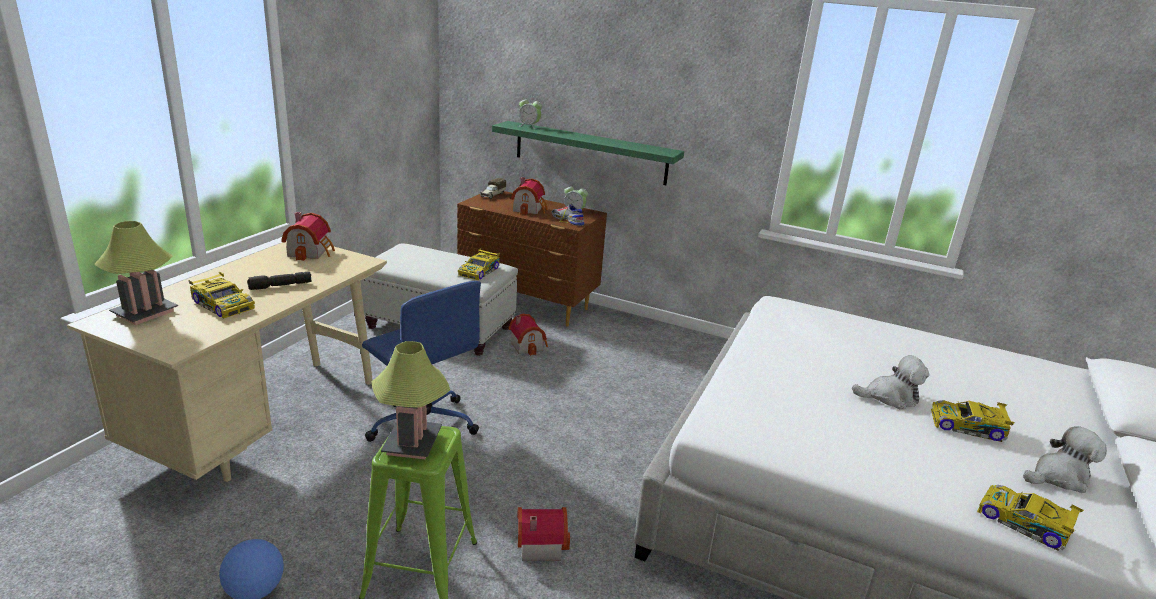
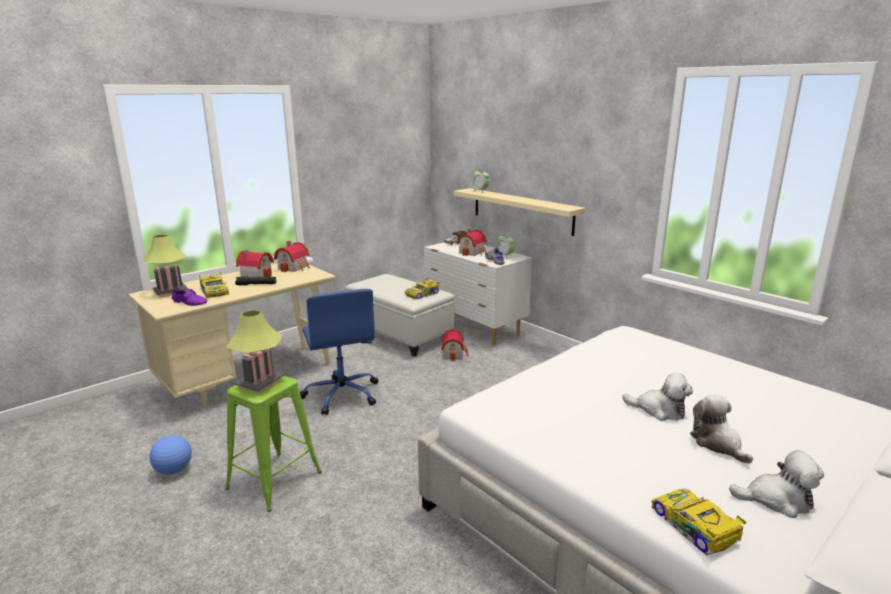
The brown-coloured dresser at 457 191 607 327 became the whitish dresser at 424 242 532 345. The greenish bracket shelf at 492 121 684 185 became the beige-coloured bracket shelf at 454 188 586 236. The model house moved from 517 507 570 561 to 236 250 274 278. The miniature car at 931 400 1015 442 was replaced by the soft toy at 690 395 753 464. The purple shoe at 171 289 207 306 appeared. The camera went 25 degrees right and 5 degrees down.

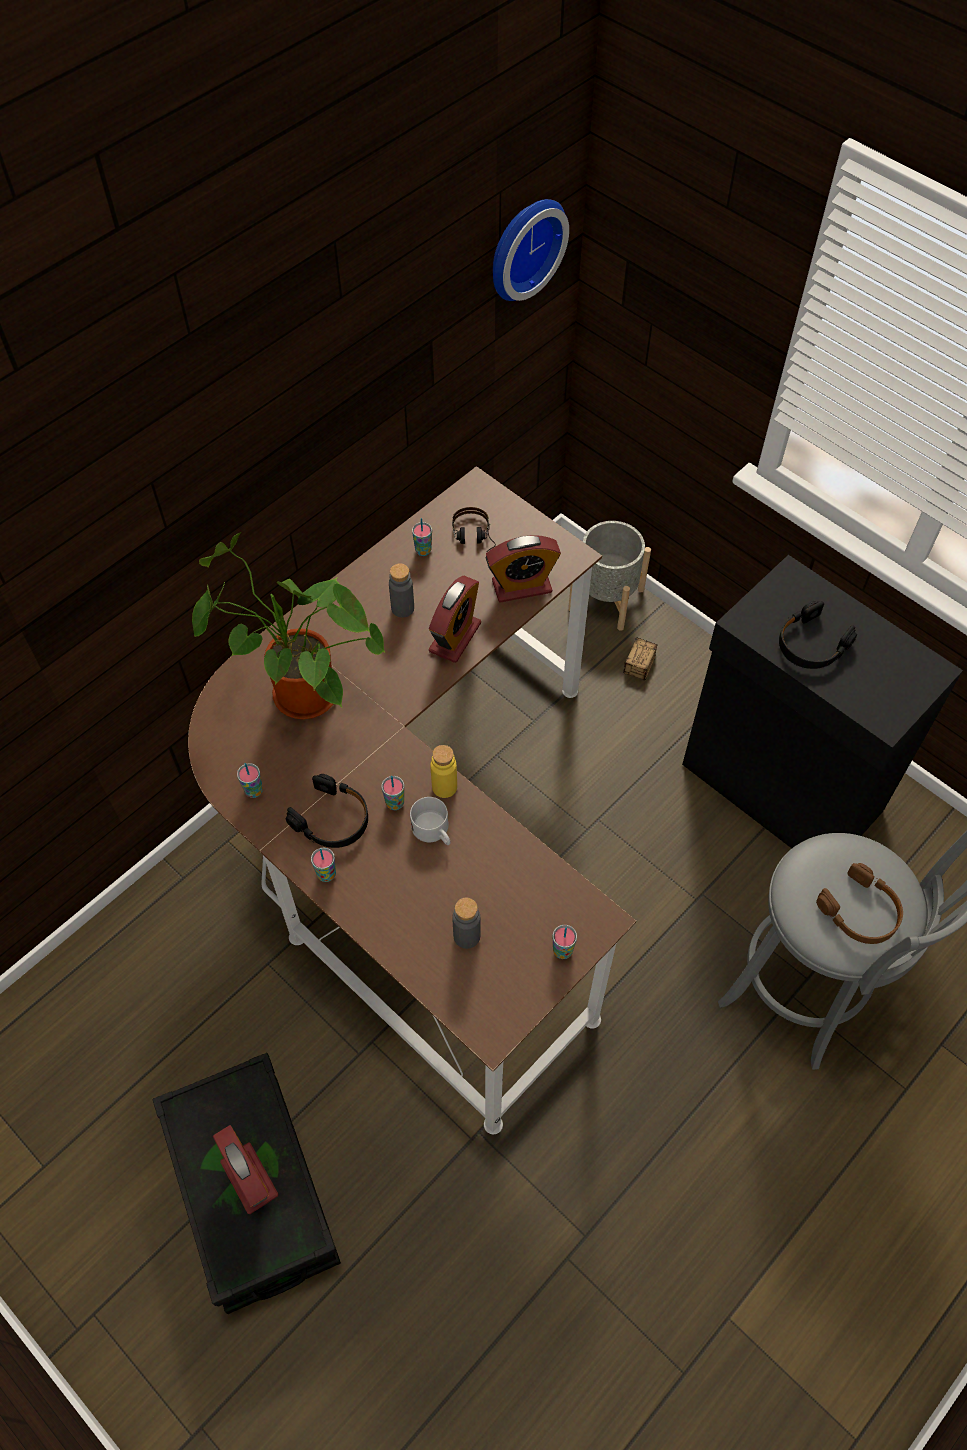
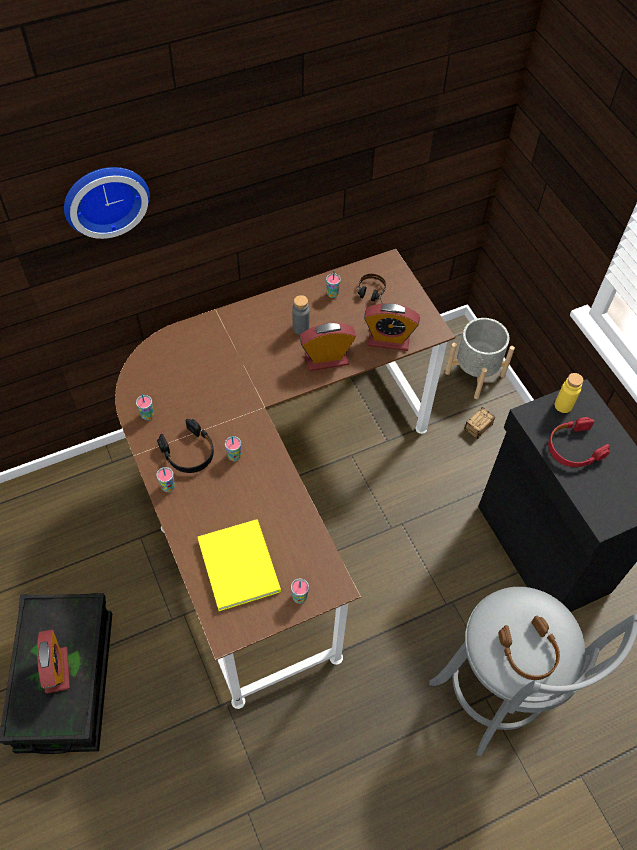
The potted plant at 192 532 385 719 disappeared. The whitish tea mug at 410 797 450 845 disappeared. The table clock at 429 576 481 663 turned 150 degrees counterclockwise. The yellowish bottle moved from 430 745 457 798 to 555 373 583 413. The grey bottle at 452 897 481 949 was replaced by the yellowish book at 198 519 281 611. The hanging clock moved from 493 199 569 301 to 64 167 150 239. The black headphones at 779 601 857 669 became the reddish headphones at 548 417 610 467. The camera went 20 degrees right and 0 degrees up.

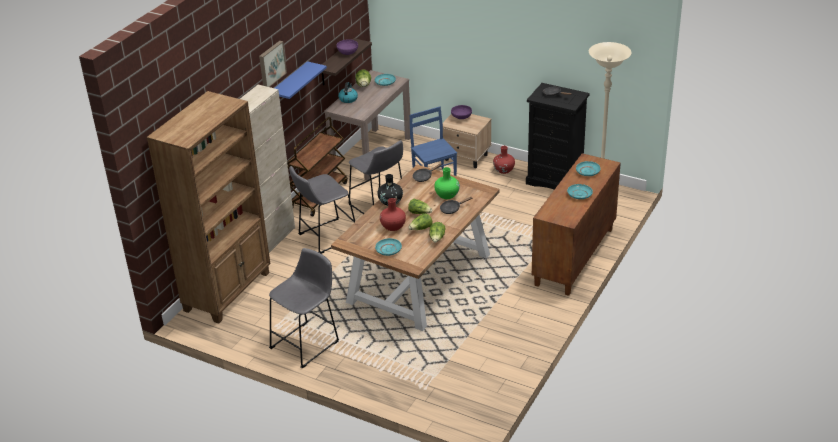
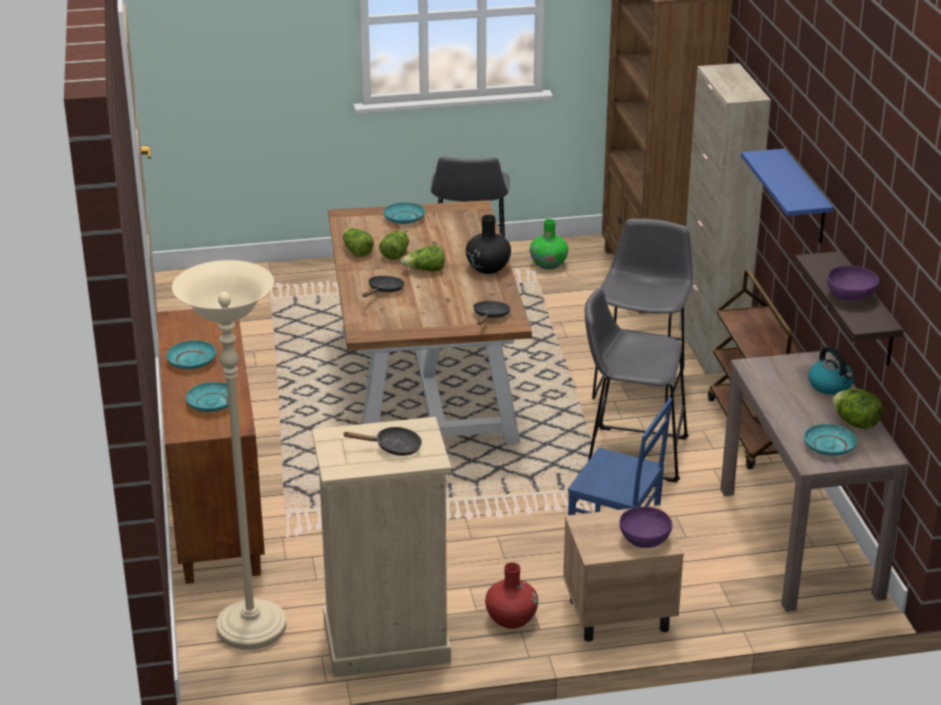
The wall art at 259 41 287 87 disappeared. The reddish vase at 380 198 406 231 disappeared. The greenish vase moved from 434 167 460 199 to 530 219 568 269. The black dresser at 526 83 590 190 became the beige-coloured dresser at 312 417 451 678. The camera went 140 degrees right and 5 degrees down.

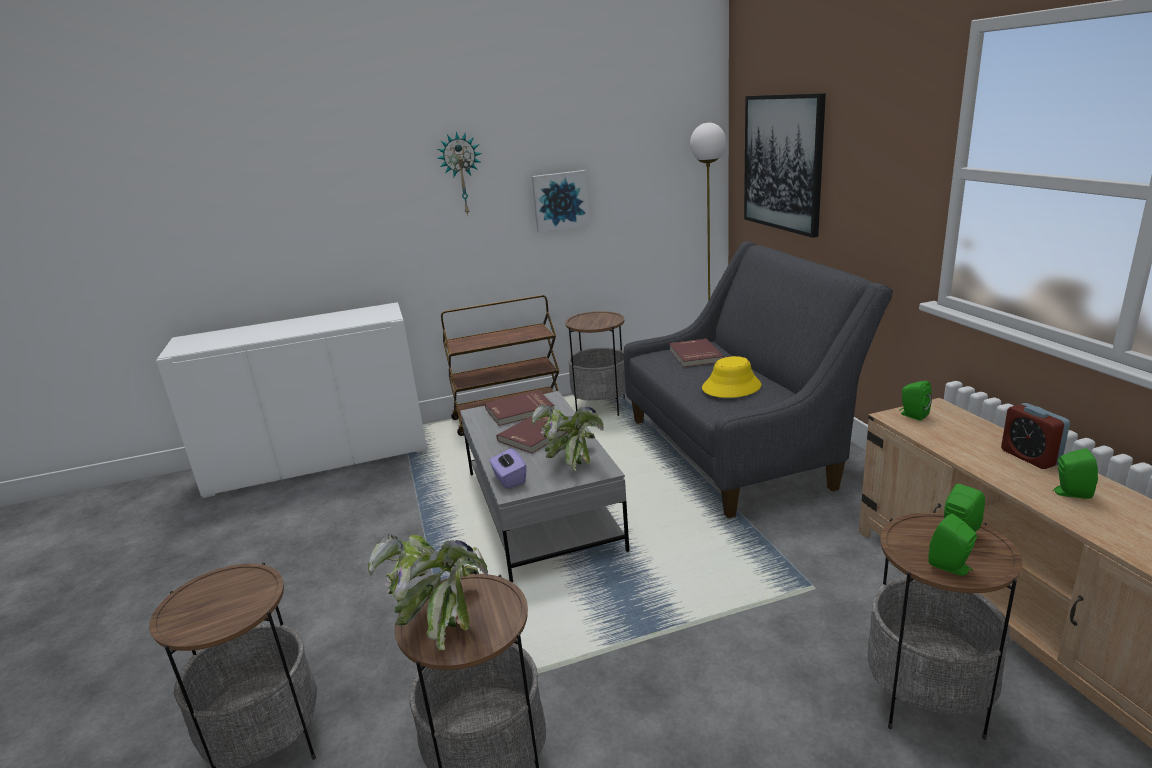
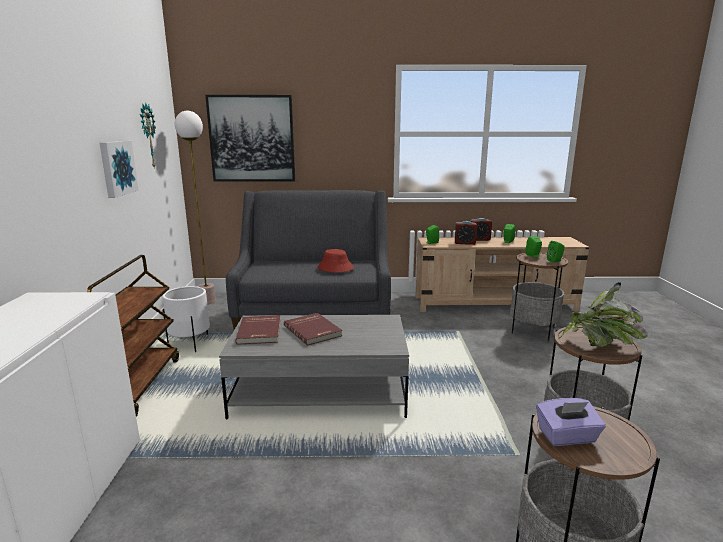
The hanging clock moved from 438 131 482 216 to 140 103 156 169. The purple tissue box moved from 489 448 527 489 to 536 398 606 446. The potted plant at 532 404 604 471 disappeared. The side table at 565 311 626 416 was replaced by the whitish plant pot at 162 286 210 352. The reddish book at 669 339 725 367 disappeared. The yellowish wearable hat at 702 356 761 398 became the reddish wearable hat at 318 249 354 273. The table clock at 455 221 477 245 appeared. The camera went 75 degrees left and 5 degrees down.

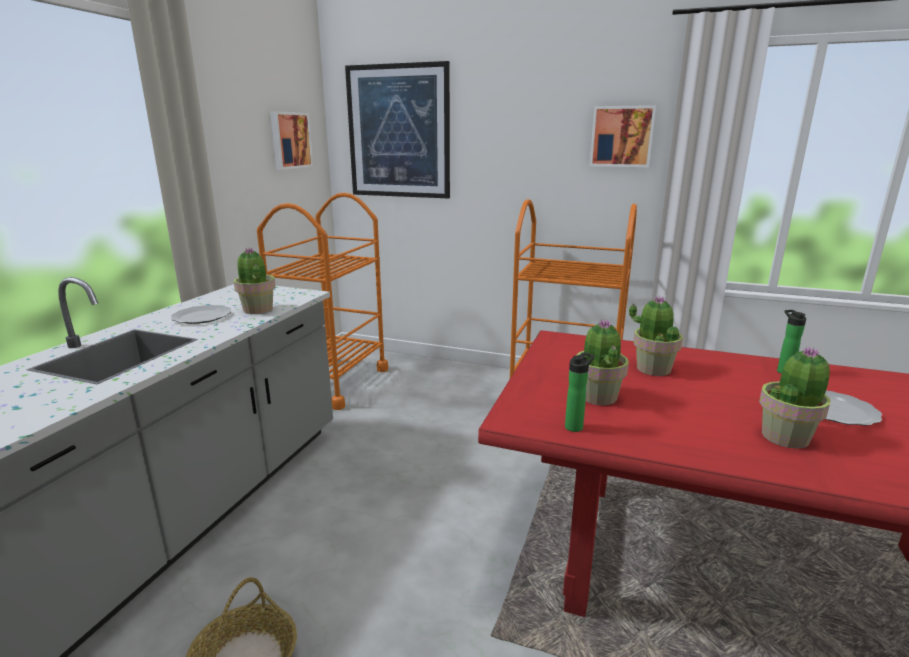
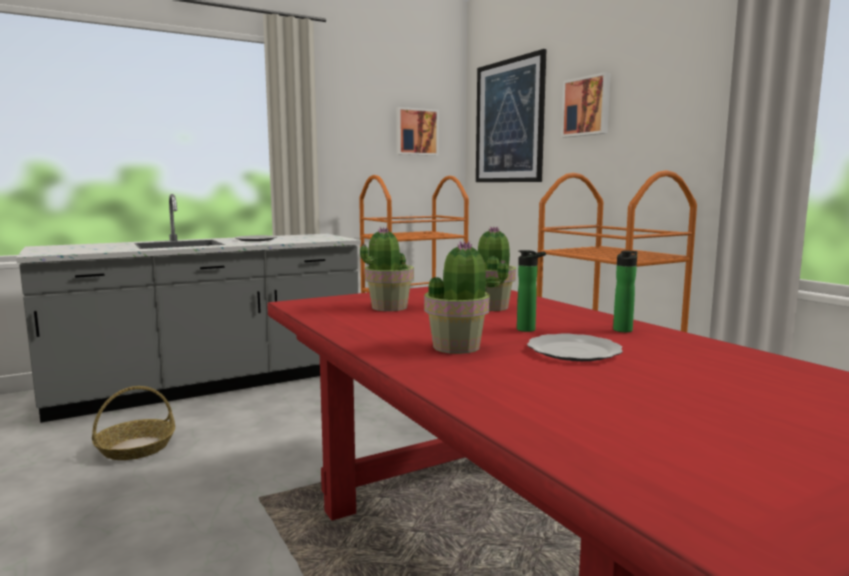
The potted plant at 234 247 276 314 disappeared. The bottle moved from 565 352 594 432 to 517 250 546 332. The wall art moved from 590 105 656 167 to 561 72 611 137. The camera went 40 degrees right and 10 degrees down.

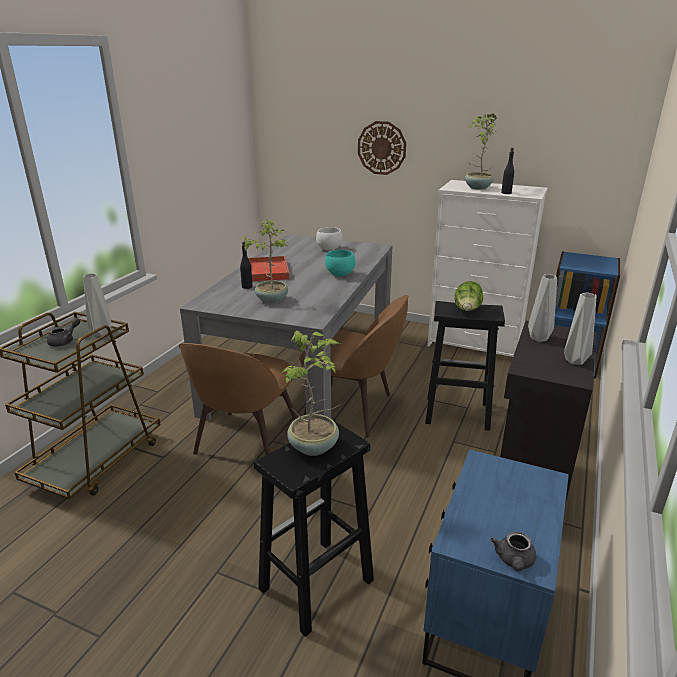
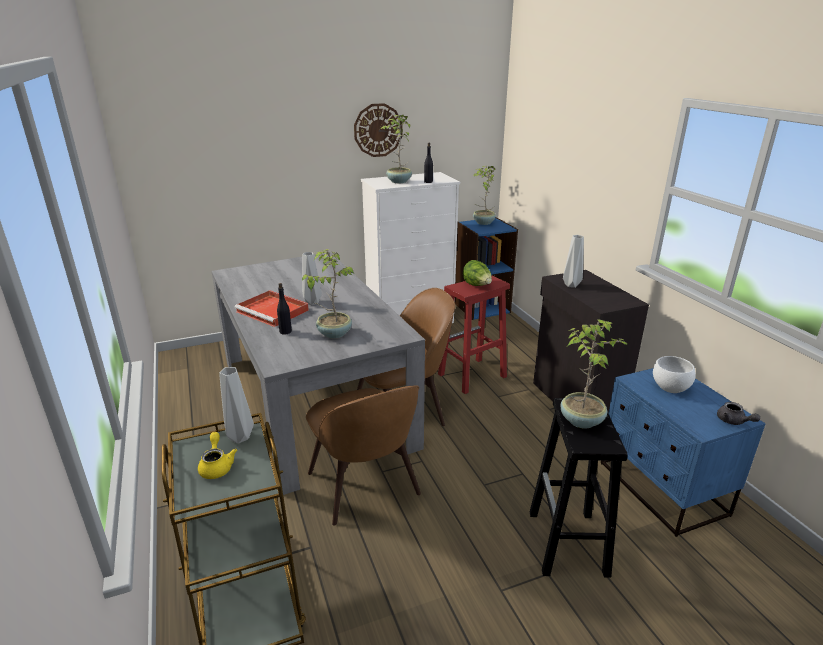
The grey pot for tea at 47 318 80 347 became the yellowish pot for tea at 198 432 237 479. The whitish bowl moved from 316 227 343 251 to 653 356 696 393. The turquoise bowl at 325 250 356 277 disappeared. The hanging clock moved from 358 121 406 175 to 354 103 403 157. The black sitting stool at 425 301 505 431 became the reddish sitting stool at 438 275 510 394. The grey vase moved from 564 292 596 365 to 302 252 322 305. The potted plant at 473 166 496 225 appeared. The camera went 45 degrees left and 0 degrees up.

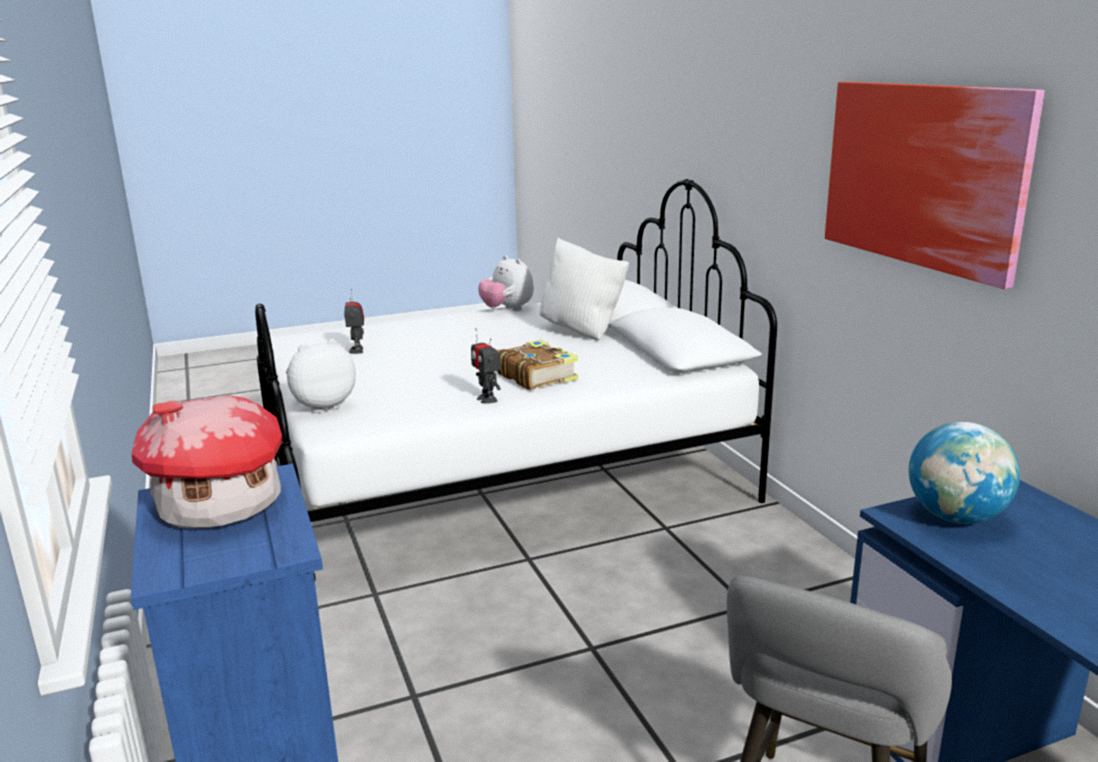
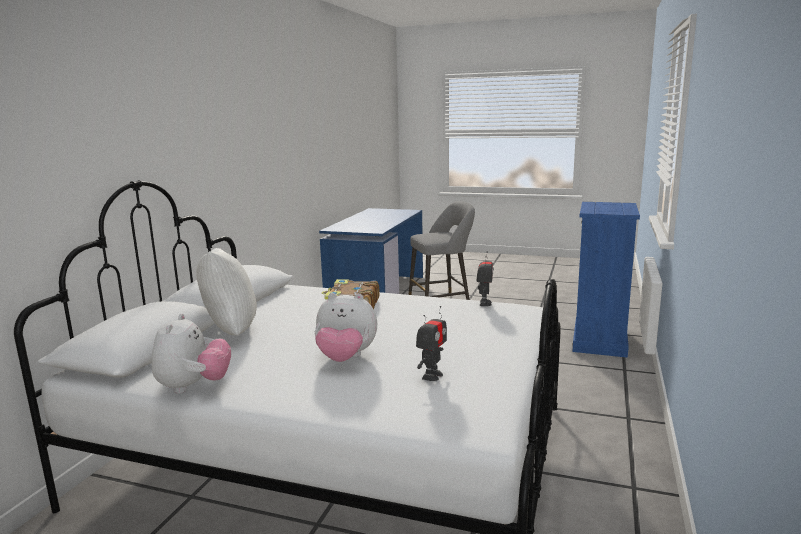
The model house at 132 395 282 529 disappeared. The soft toy moved from 286 339 356 413 to 315 293 377 362. The toy robot moved from 471 328 502 404 to 477 256 494 306. The wall art at 825 82 1045 289 disappeared. The globe at 909 422 1020 524 disappeared. The camera went 140 degrees left and 5 degrees down.

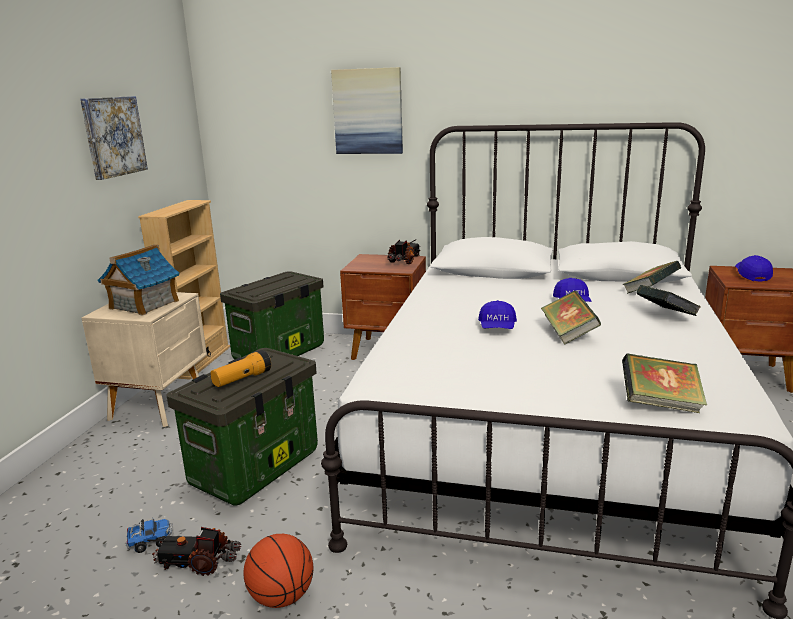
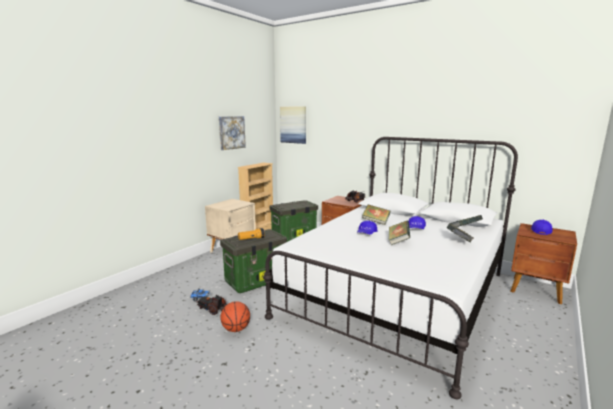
The model house at 98 244 180 316 disappeared. The wall art moved from 331 67 403 154 to 280 106 306 144. The book moved from 622 353 707 413 to 362 204 390 225. The camera went 20 degrees right and 5 degrees down.

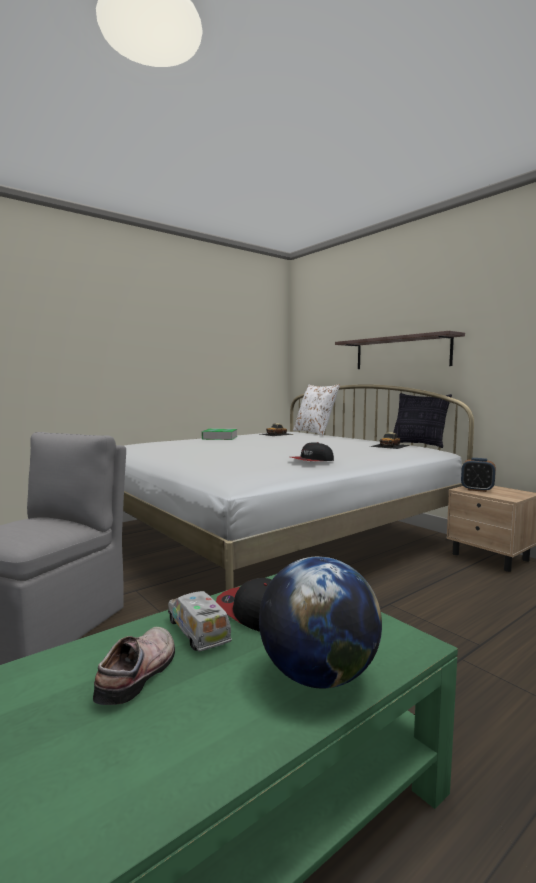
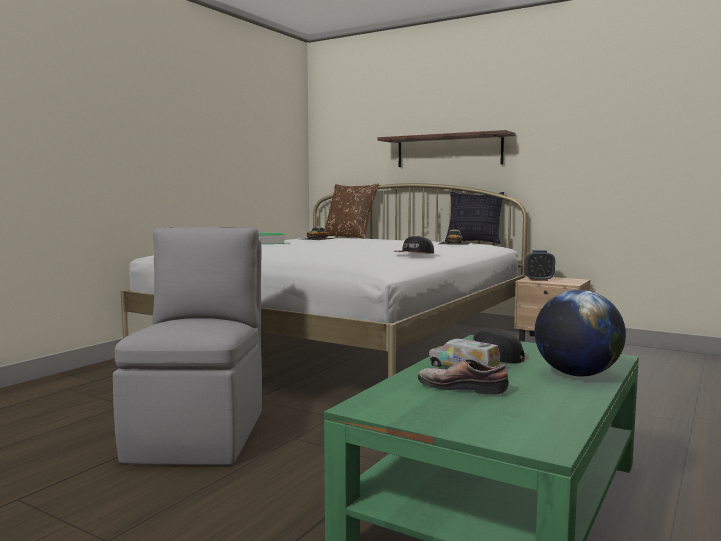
The shoe at 93 627 175 705 turned 60 degrees counterclockwise. The whitish cushion at 293 384 340 435 became the brown-coloured cushion at 324 183 379 239. The camera went 20 degrees left and 0 degrees up.

